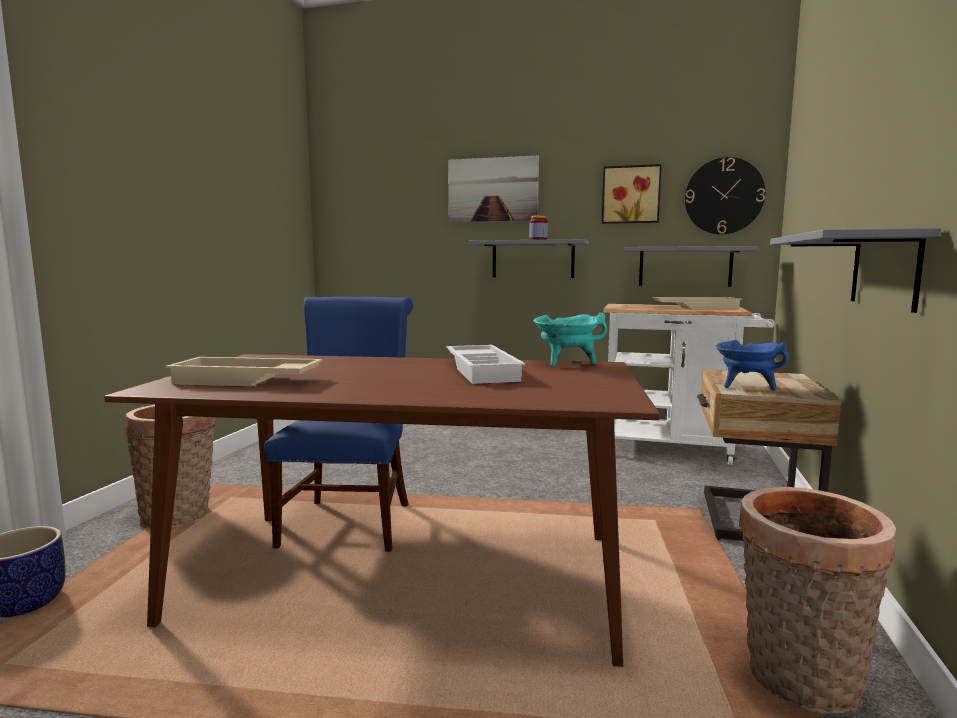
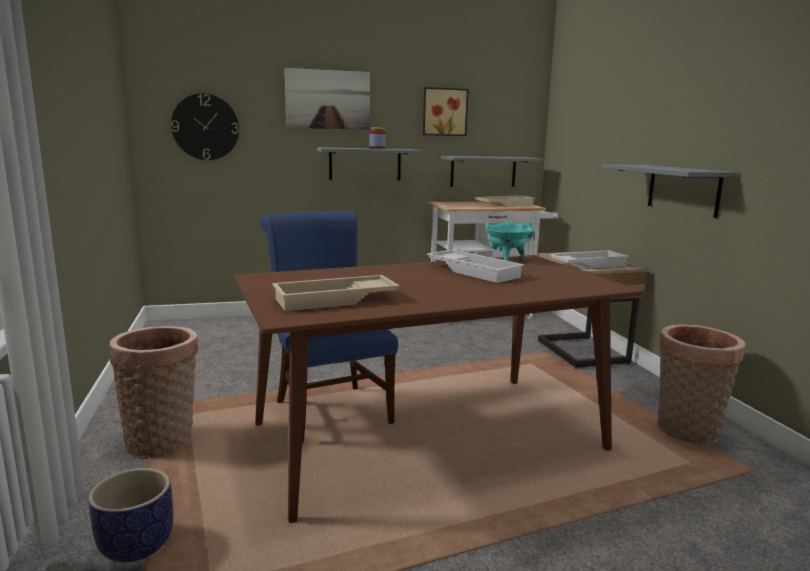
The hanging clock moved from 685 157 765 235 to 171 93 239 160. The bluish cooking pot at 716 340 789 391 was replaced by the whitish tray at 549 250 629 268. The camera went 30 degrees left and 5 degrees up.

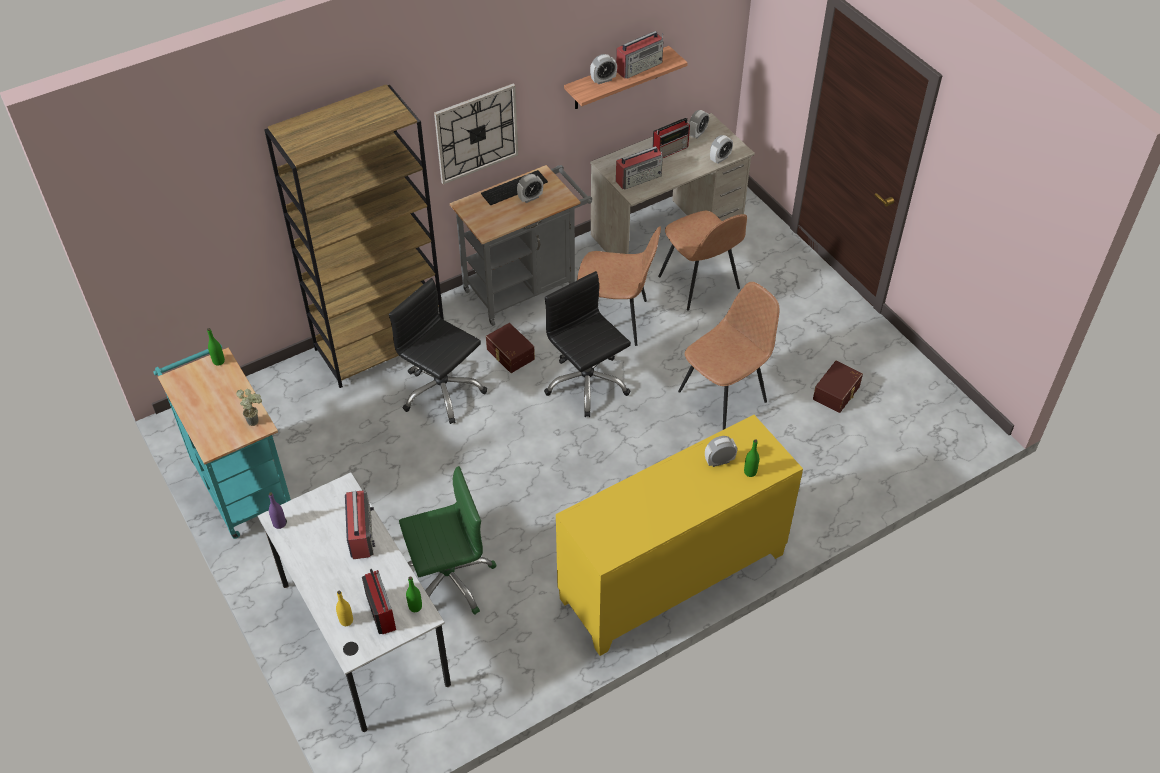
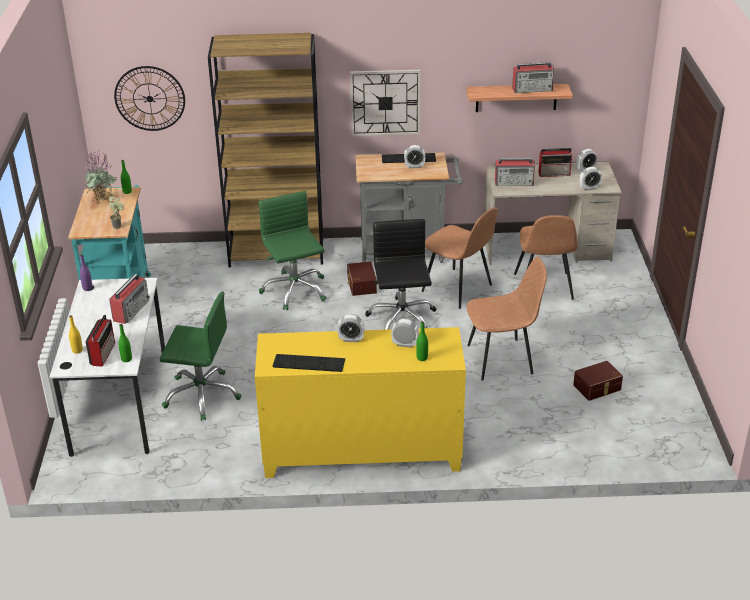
The black office chair at 389 278 487 424 became the greenish office chair at 258 191 327 310. The table clock moved from 590 54 617 84 to 338 314 365 342. The potted plant at 83 151 117 203 appeared. The hanging clock at 114 66 185 131 appeared. The PC keyboard at 273 354 345 372 appeared. The camera went 30 degrees right and 15 degrees down.

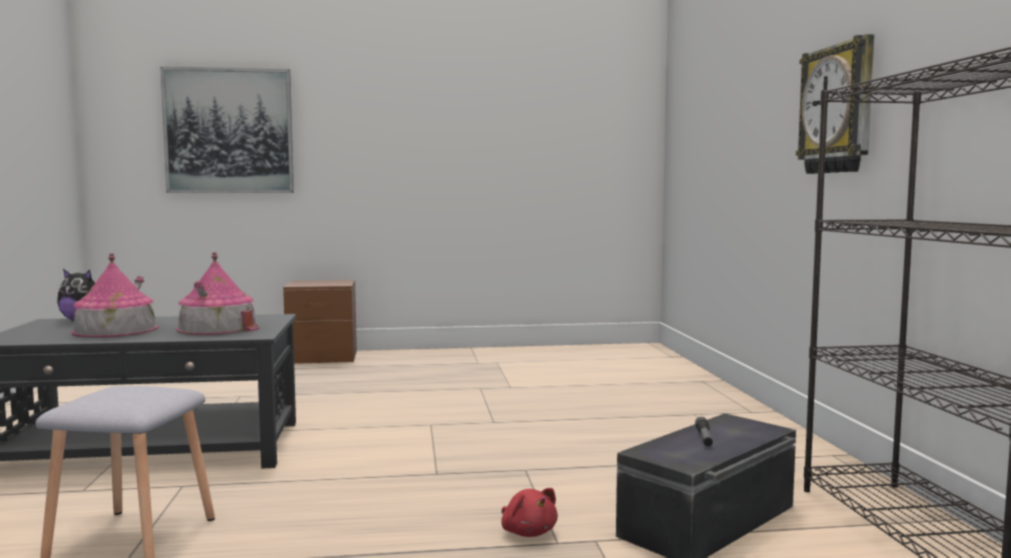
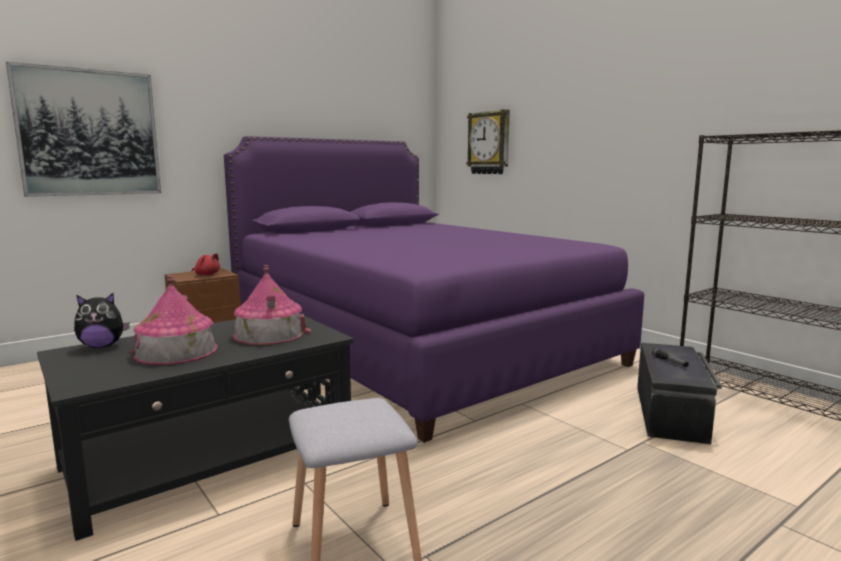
The reddish soft toy moved from 501 488 558 537 to 192 253 220 275. The hanging clock moved from 796 34 874 174 to 466 109 510 174. The purple sleeping bed at 224 136 644 443 appeared. The camera went 30 degrees left and 5 degrees up.

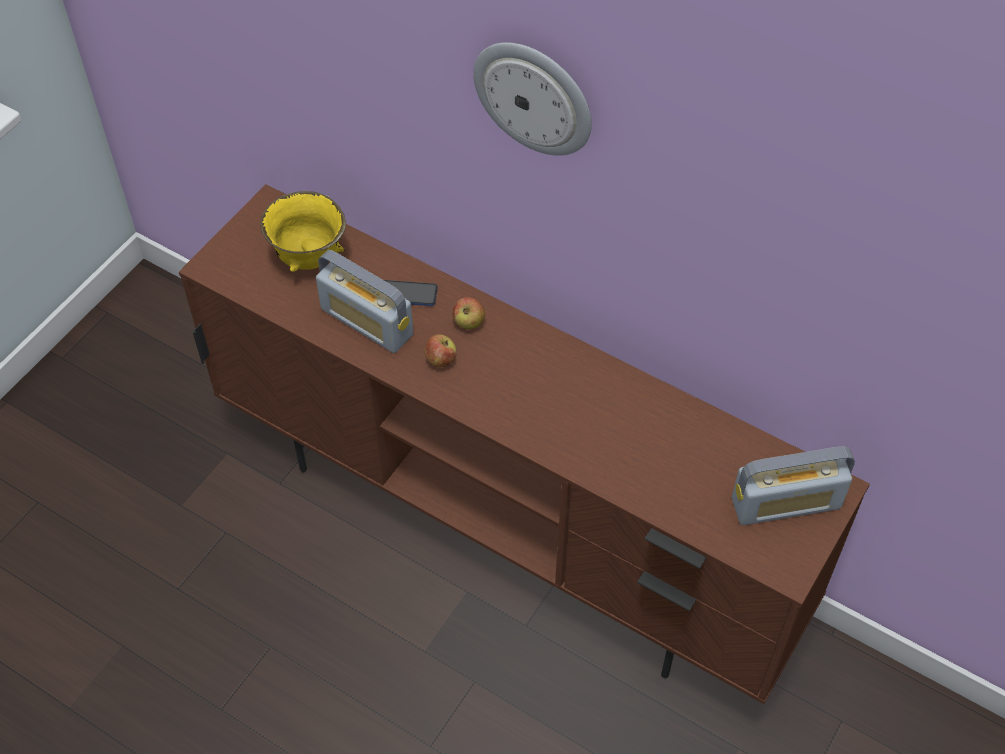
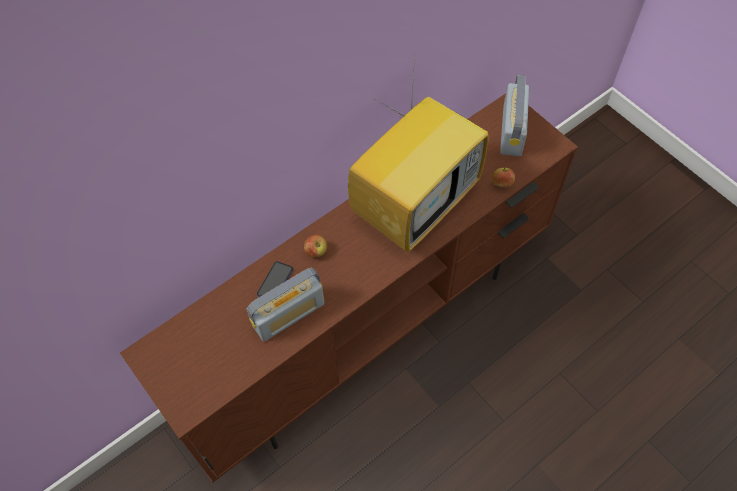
The yellowish bowl at 260 191 346 272 disappeared. The apple moved from 424 334 457 367 to 492 168 515 187. The hanging clock at 473 42 592 156 disappeared. The TV at 348 56 489 252 appeared. The camera went 70 degrees left and 5 degrees up.

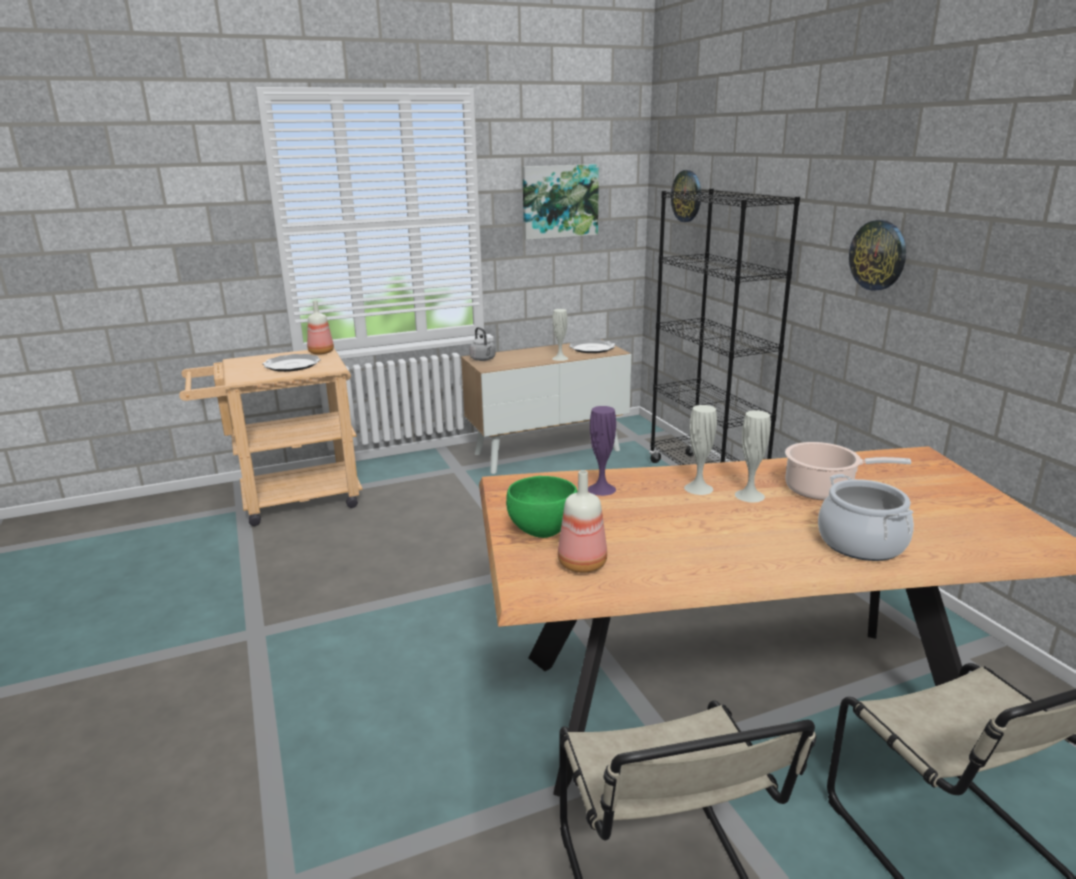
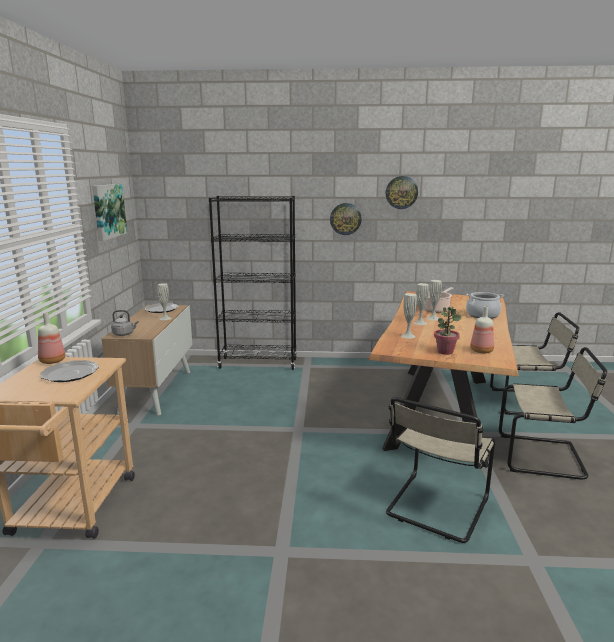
The greenish bowl at 506 476 577 538 was replaced by the potted plant at 434 307 462 355. The purple vase at 588 406 616 496 became the whitish vase at 401 293 417 339. The hanging clock moved from 671 170 701 222 to 386 176 418 209. The beige-coloured chair at 386 397 495 543 appeared. The camera went 65 degrees left and 5 degrees down.

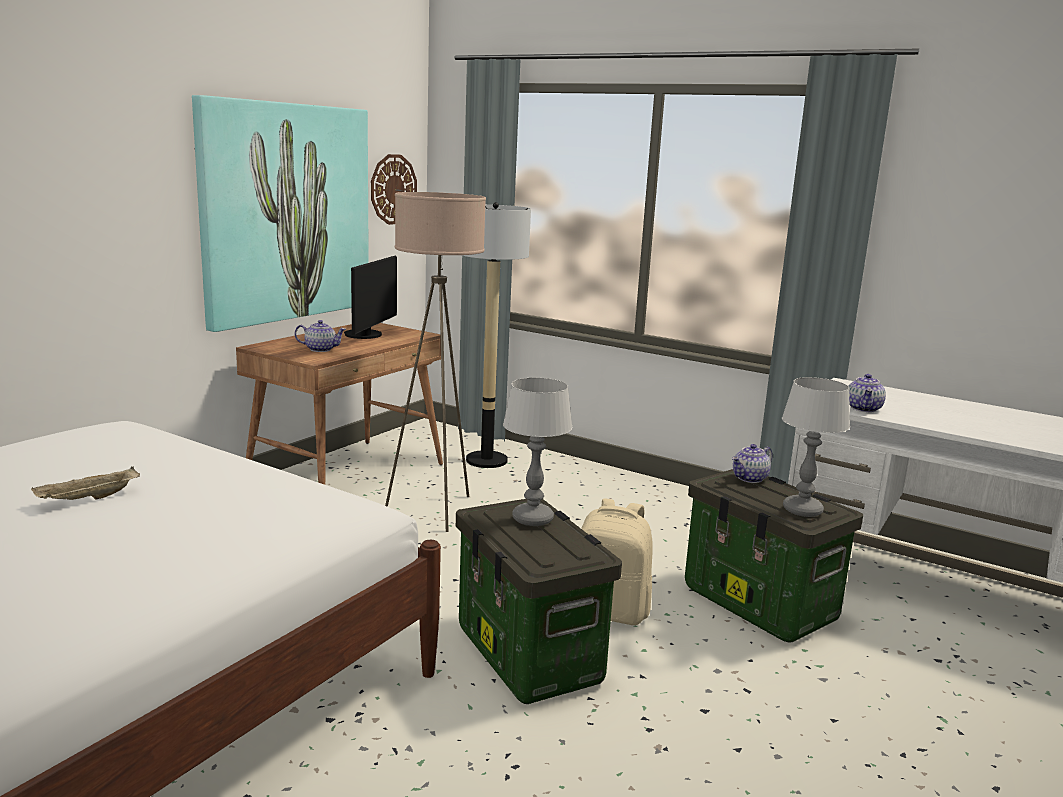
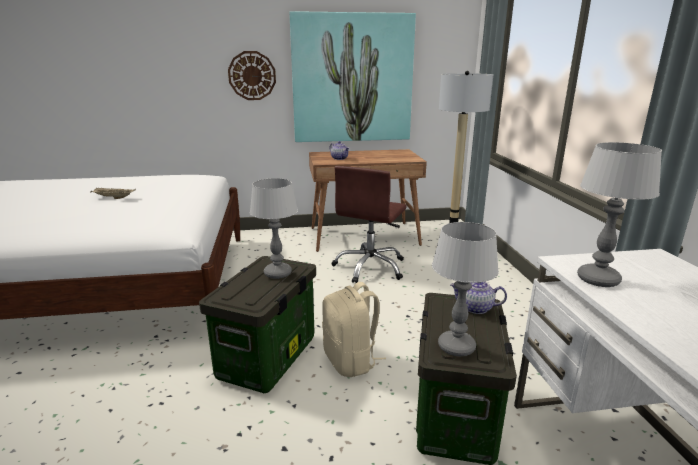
The monitor at 344 256 397 339 disappeared. The hanging clock moved from 371 154 417 225 to 228 51 276 100. The beige-coloured standard lamp at 385 192 486 532 was replaced by the brown-coloured office chair at 331 166 407 283. The pot for tea at 849 374 886 412 was replaced by the table lamp at 577 142 662 287. The camera went 50 degrees right and 5 degrees up.

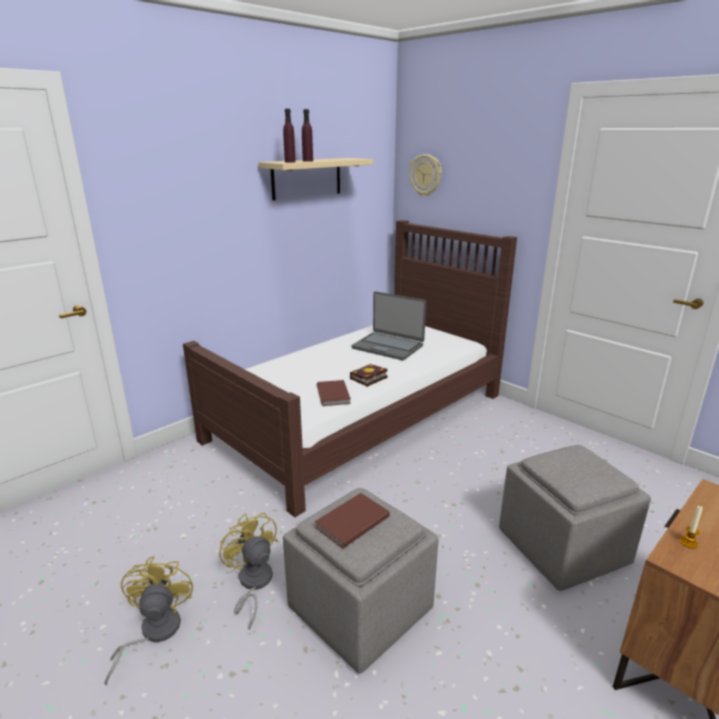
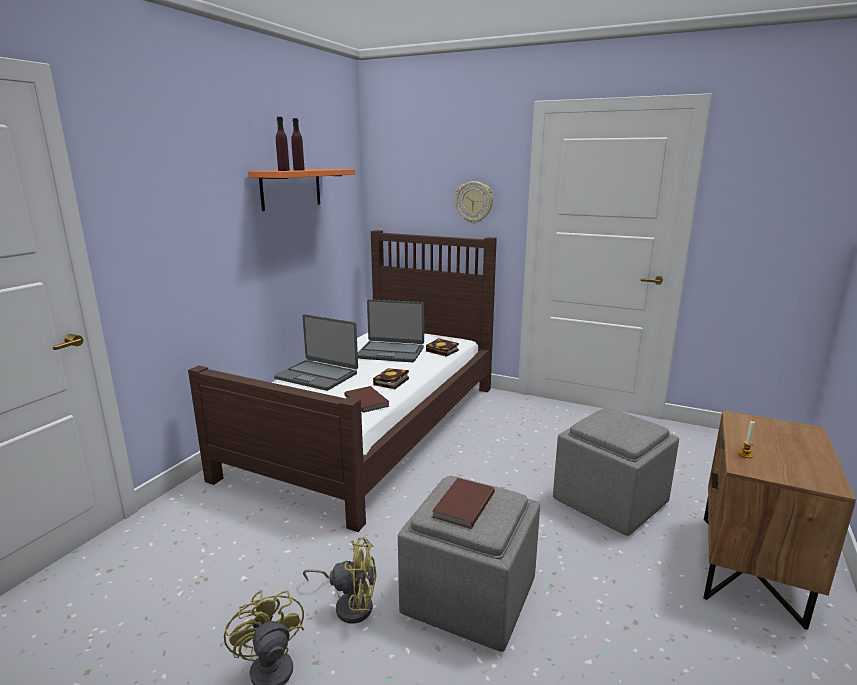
The yellowish fan at 219 512 278 630 turned 150 degrees clockwise. The beige-coloured bracket shelf at 258 158 373 200 became the orange bracket shelf at 248 169 355 211. The hanging clock moved from 410 154 442 196 to 455 181 493 223. The notebook computer at 274 314 358 391 appeared. The book at 426 338 459 357 appeared. The camera went 20 degrees left and 5 degrees down.

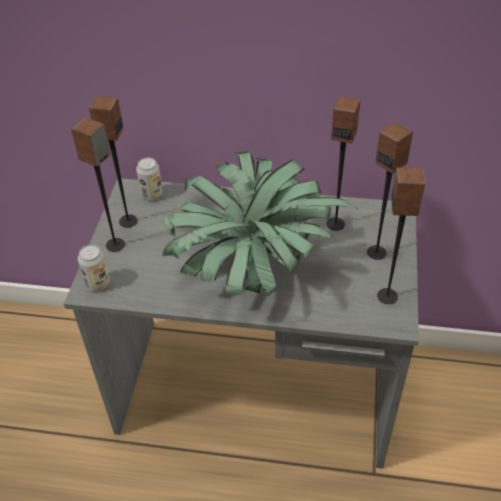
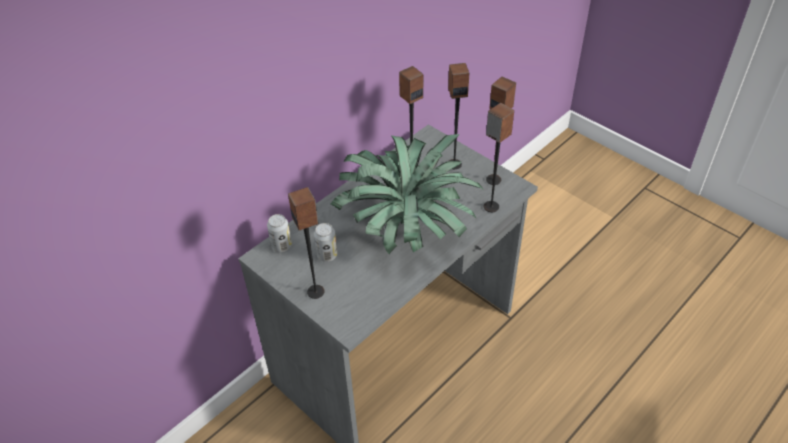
The sealed can moved from 78 245 110 291 to 314 223 337 262. The speaker moved from 89 96 137 228 to 484 103 514 212. The camera went 55 degrees left and 0 degrees up.

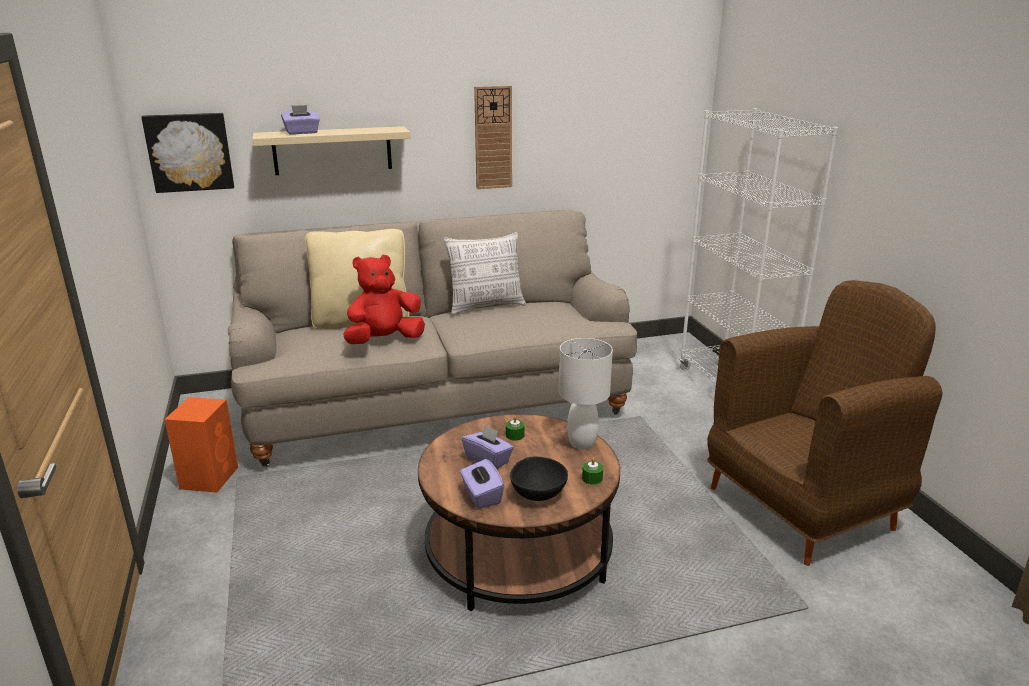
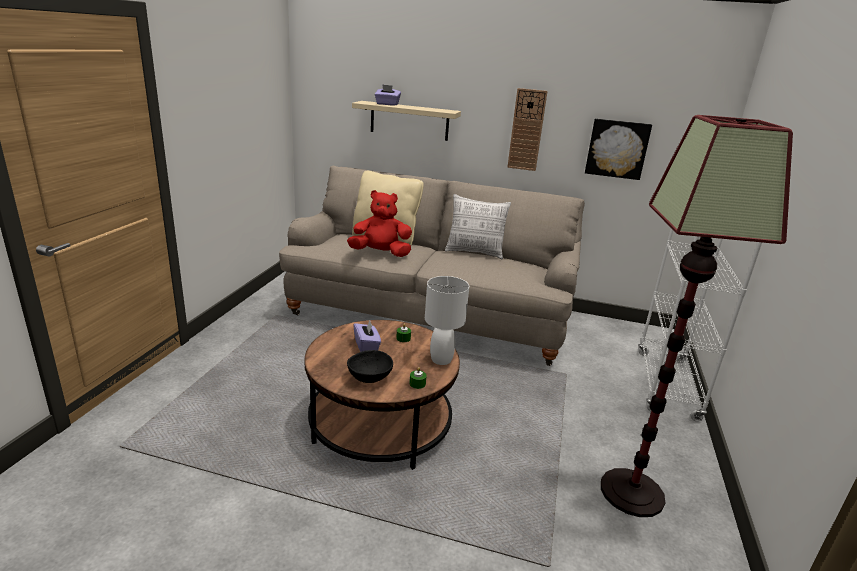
The wall art moved from 141 113 234 193 to 585 118 652 180. The orange speaker at 164 397 238 493 disappeared. The purple tissue box at 460 459 504 509 disappeared. The brown-coloured lounge chair at 707 280 943 566 was replaced by the standard lamp at 601 115 793 517. The camera went 30 degrees right and 0 degrees up.

